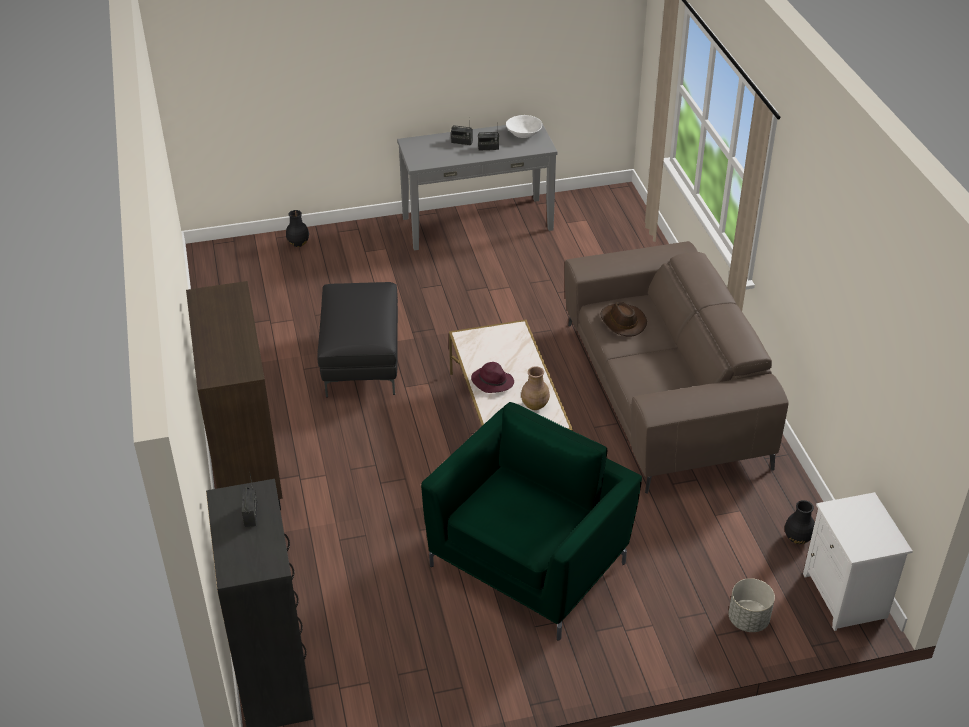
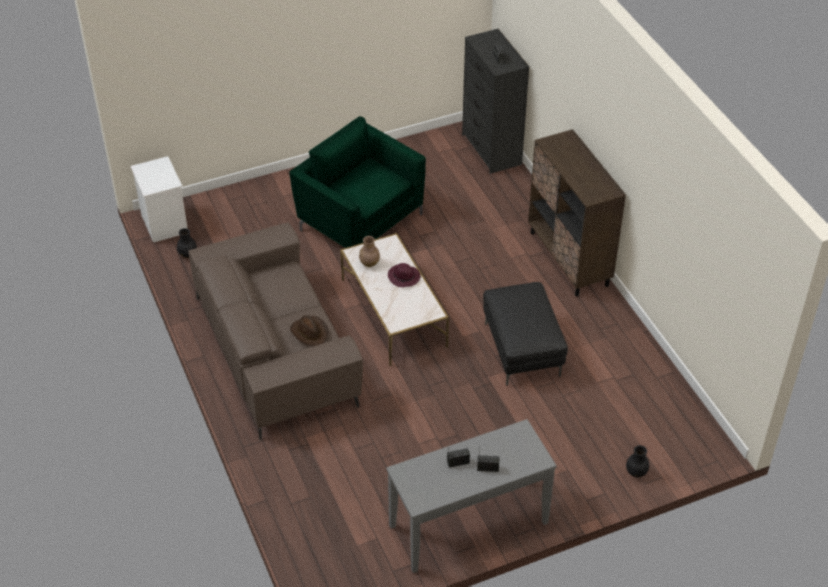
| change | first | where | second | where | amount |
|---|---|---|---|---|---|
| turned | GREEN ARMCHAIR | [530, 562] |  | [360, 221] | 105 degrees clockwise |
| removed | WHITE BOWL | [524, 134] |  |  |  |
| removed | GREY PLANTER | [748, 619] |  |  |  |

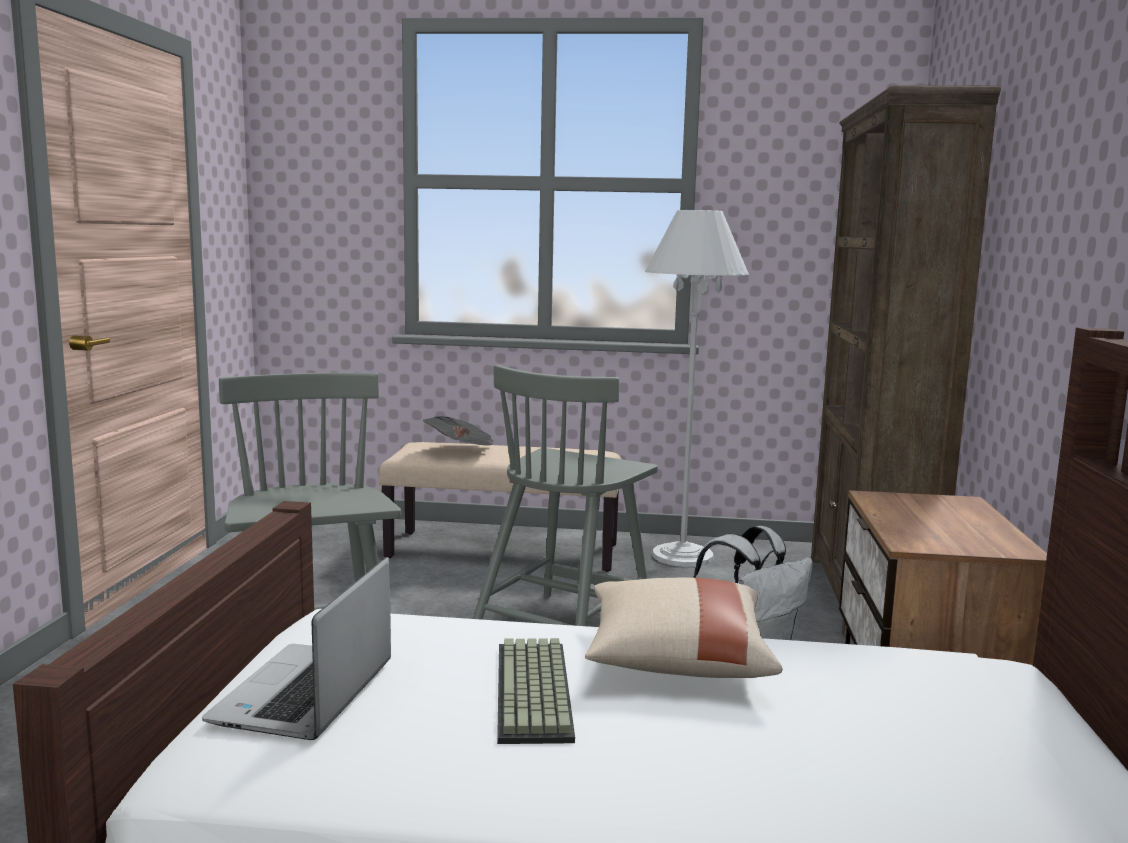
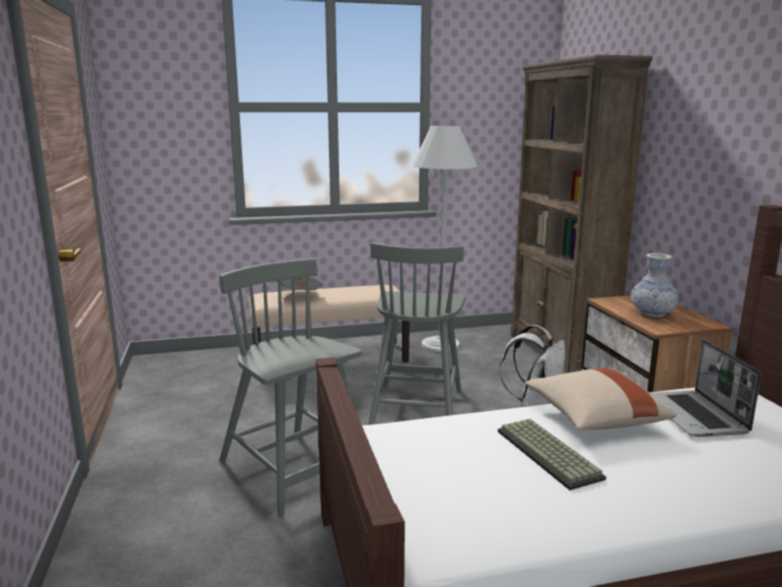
| change | first | where | second | where | amount |
|---|---|---|---|---|---|
| added |  |  | VASE | [652, 313] |  |
| moved | LAPTOP | [305, 695] |  | [695, 416] |  |

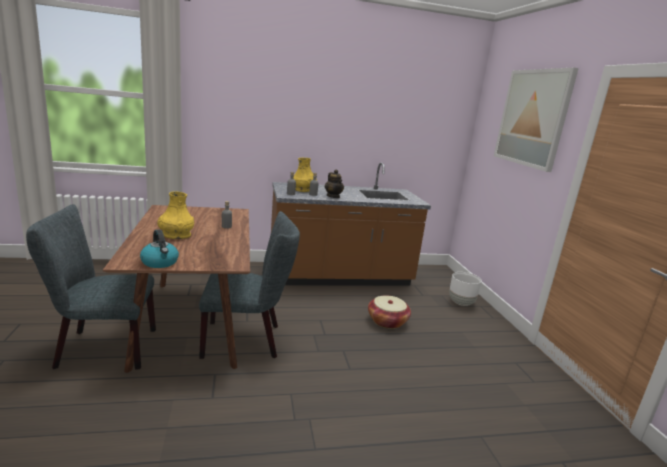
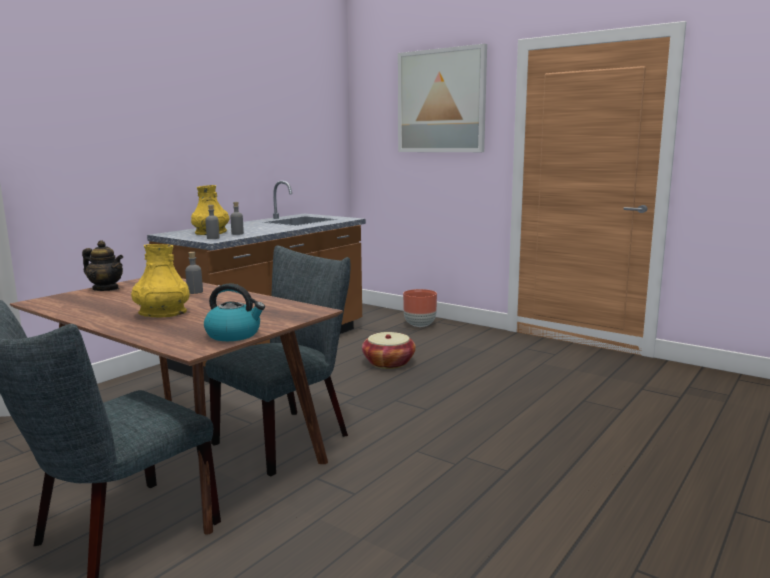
| change | first | where | second | where | amount |
|---|---|---|---|---|---|
| moved | TEAPOT | [333, 196] |  | [106, 289] |  |
| recoloured | WHITE PLANTER | [461, 303] | BROWN PLANTER | [420, 325] |  |

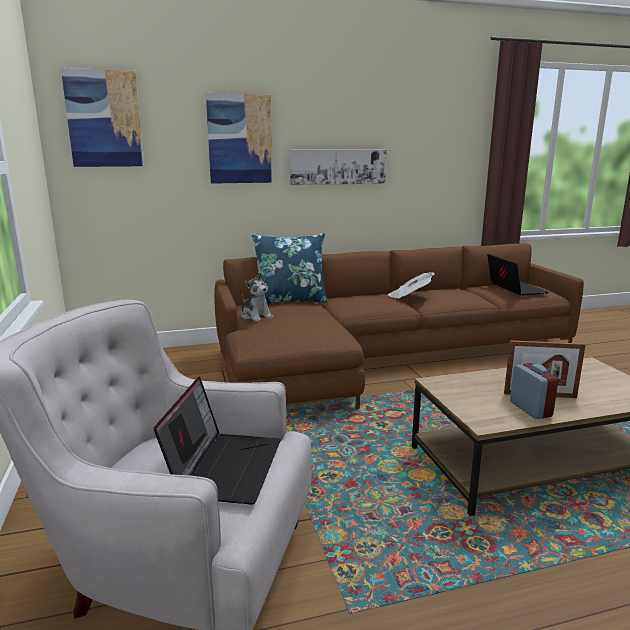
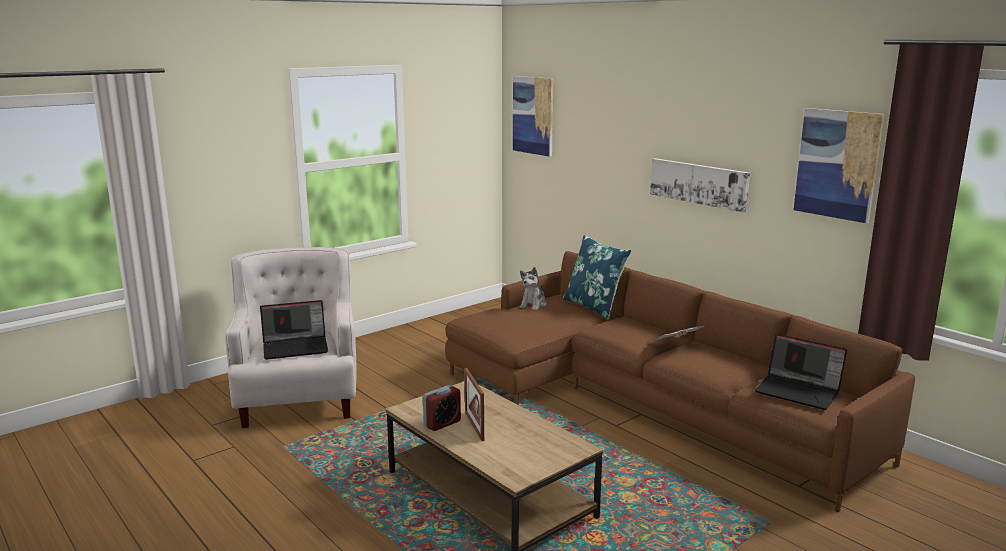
| change | first | where | second | where | amount |
|---|---|---|---|---|---|
| turned | LAPTOP | [514, 289] |  | [799, 391] | 75 degrees clockwise |
| moved | PICTURE | [240, 139] |  | [837, 164] |  |

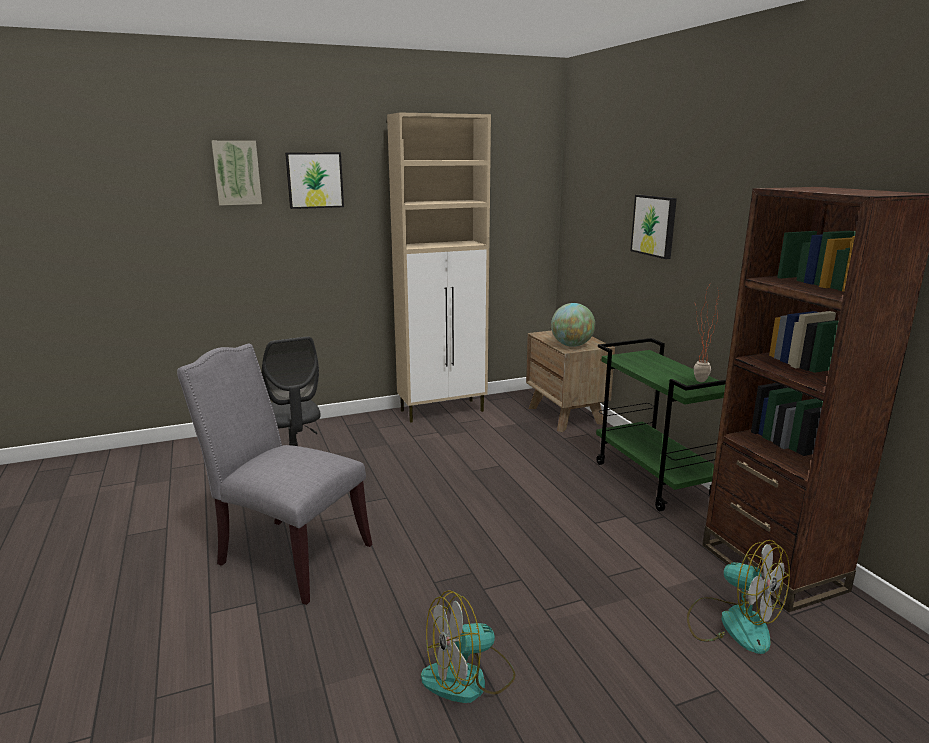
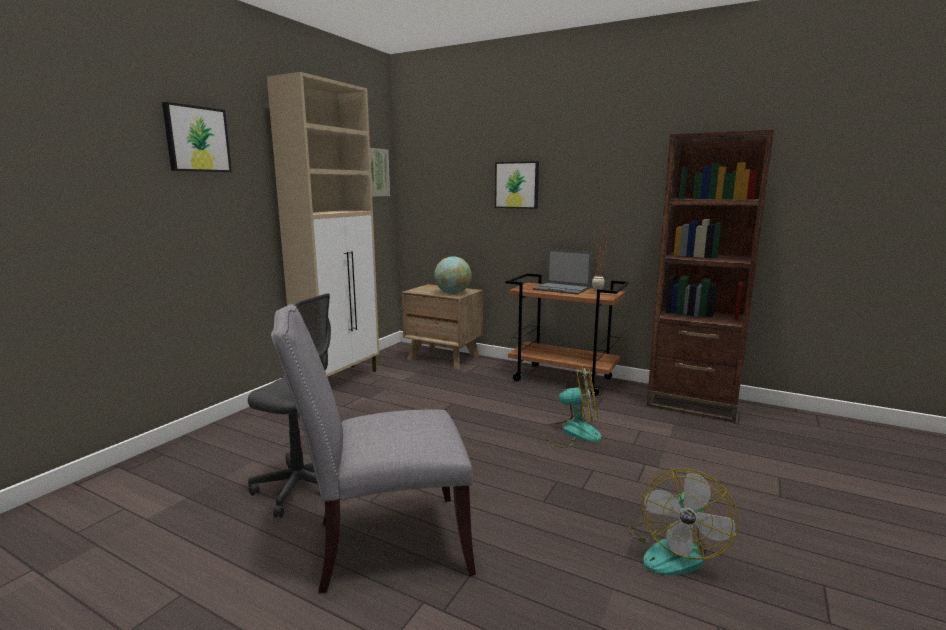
| change | first | where | second | where | amount |
|---|---|---|---|---|---|
| moved | PICTURE | [237, 173] |  | [376, 172] |  |
| recoloured | GREEN CART | [655, 480] | BROWN CART | [563, 379] |  |
| added |  |  | LAPTOP | [562, 289] |  |
| moved | FAN | [732, 623] |  | [571, 432] |  |

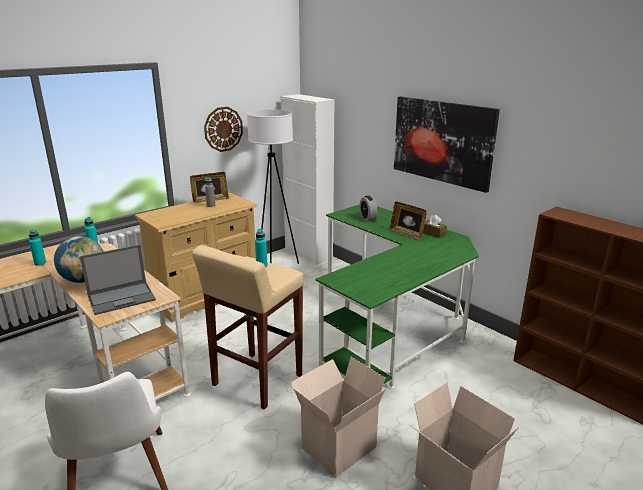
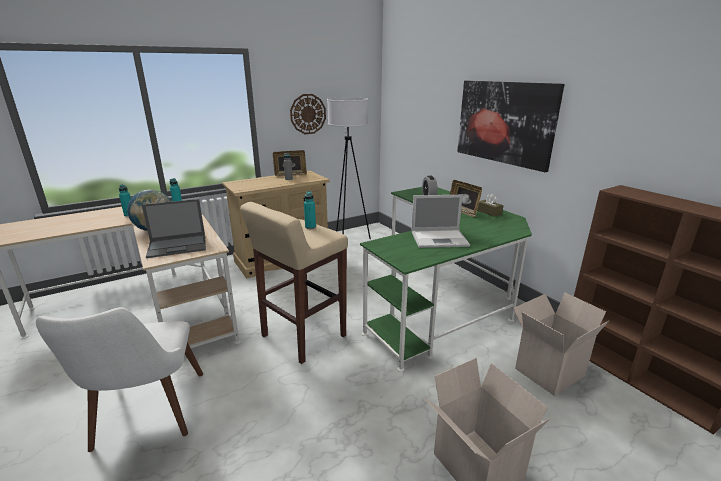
| change | first | where | second | where | amount |
|---|---|---|---|---|---|
| added |  |  | LAPTOP | [440, 239] |  |
| moved | CARDBOARD BOX | [338, 446] |  | [548, 370] |  |
| removed | WHITE CABINET | [308, 254] |  |  |  |

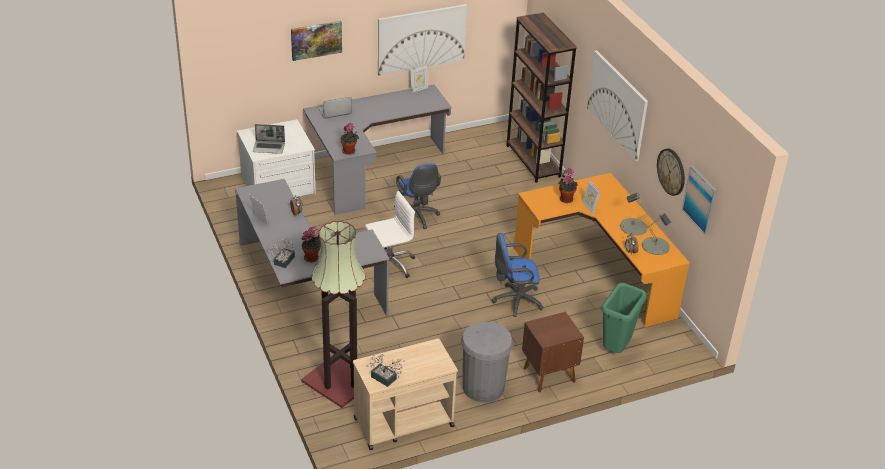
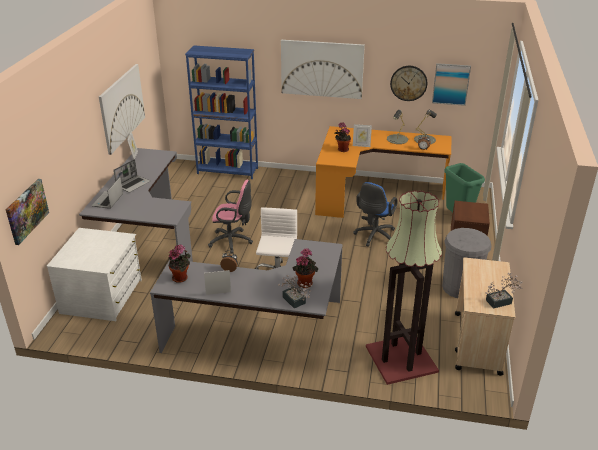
| change | first | where | second | where | amount |
|---|---|---|---|---|---|
| moved | PICTURE | [316, 40] |  | [26, 211] |  |
| moved | LAPTOP | [269, 147] |  | [133, 184] |  |
| moved | POTTED PLANT | [349, 151] |  | [181, 278] |  |
| recoloured | BROWN BOOKCASE | [533, 161] | BLUE BOOKCASE | [227, 171] |  |
| recoloured | BLUE OFFICE CHAIR | [417, 217] | PINK OFFICE CHAIR | [233, 241] |  |

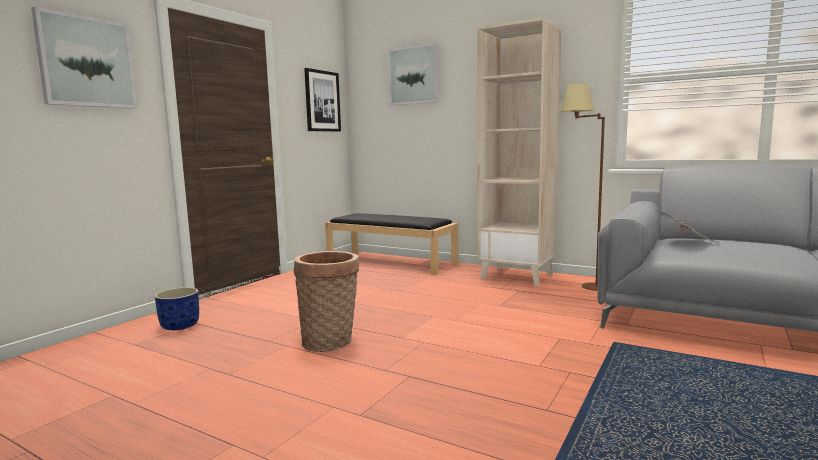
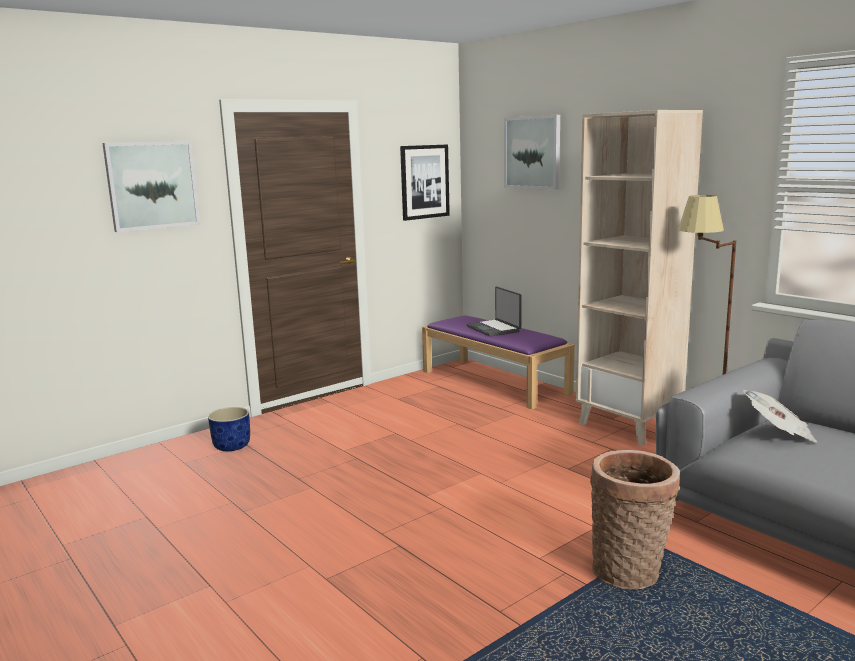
| change | first | where | second | where | amount |
|---|---|---|---|---|---|
| recoloured | BLACK BENCH | [392, 262] | PURPLE BENCH | [495, 382] |  |
| added |  |  | LAPTOP | [494, 329] |  |
| moved | BASKET | [330, 342] |  | [630, 572] |  |

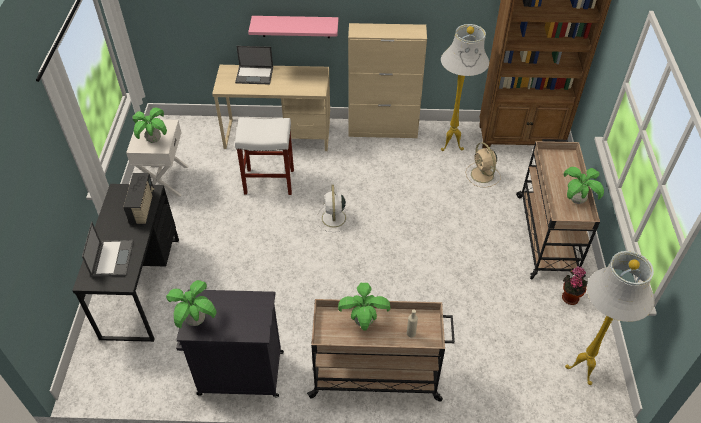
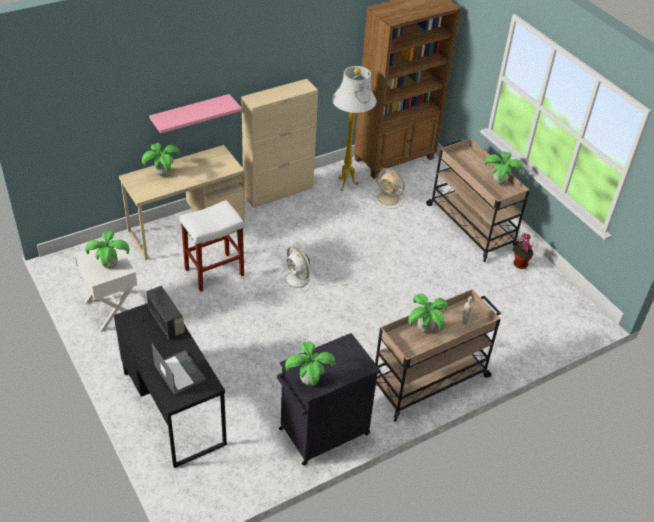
| change | first | where | second | where | amount |
|---|---|---|---|---|---|
| replaced | LAPTOP | [255, 75] | POTTED PLANT | [162, 174] |  |
| removed | WHITE FLOOR LAMP | [580, 371] |  |  |  |

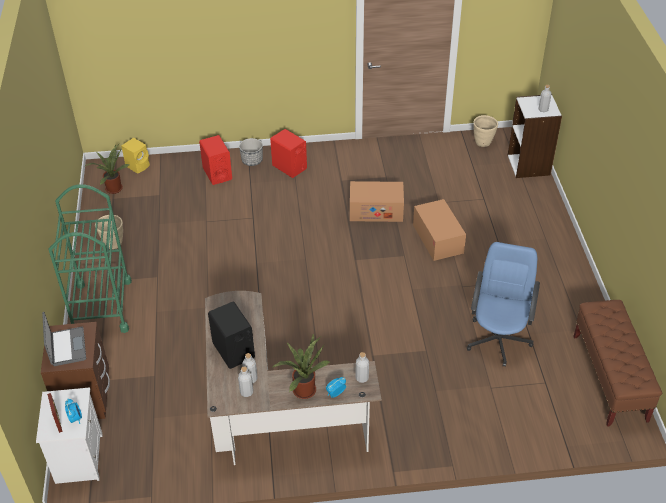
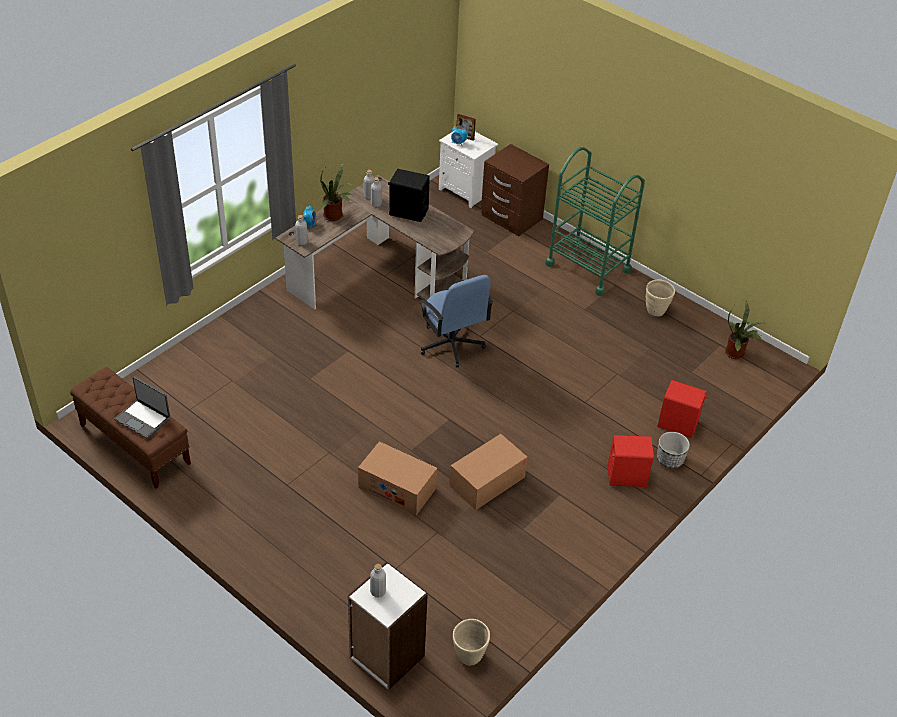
| change | first | where | second | where | amount |
|---|---|---|---|---|---|
| moved | LAPTOP | [66, 347] |  | [143, 419] |  |
| moved | BLUE OFFICE CHAIR | [498, 339] |  | [451, 345] |  |
| removed | YELLOW SPEAKER | [138, 166] |  |  |  |

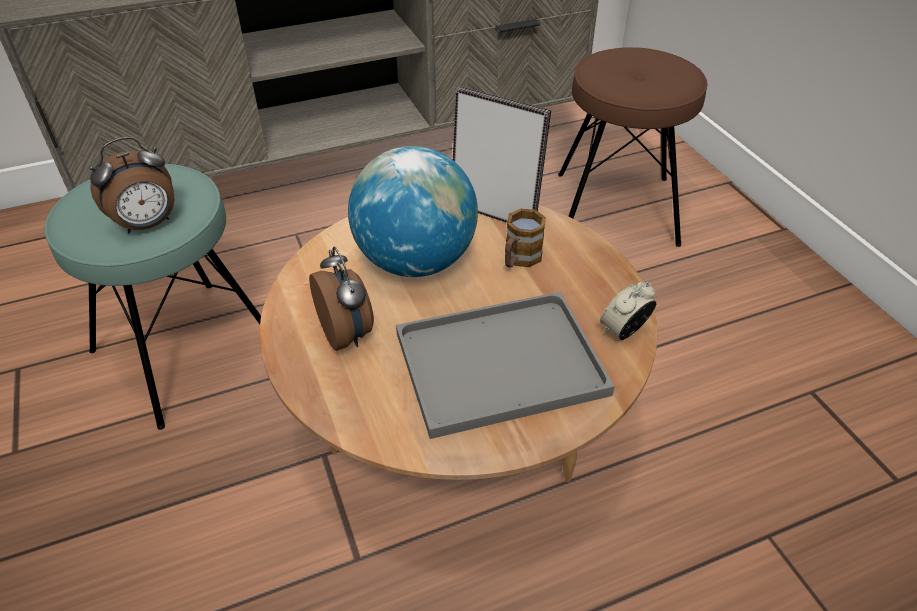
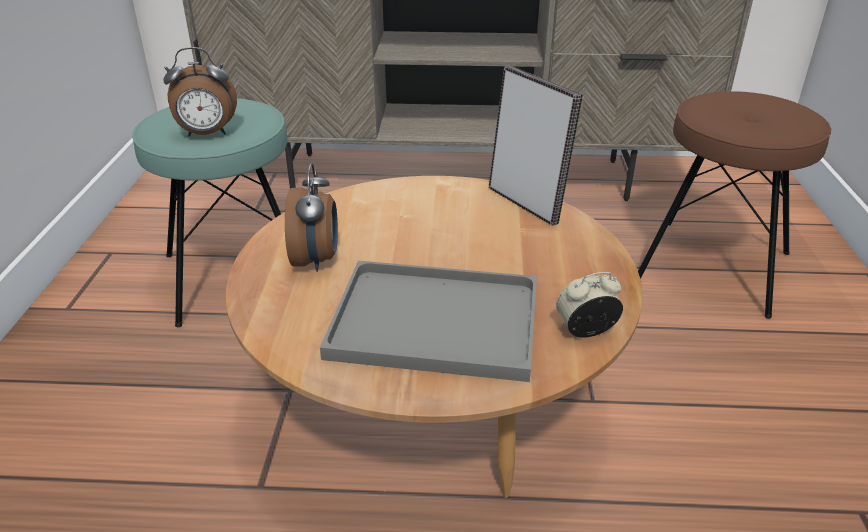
| change | first | where | second | where | amount |
|---|---|---|---|---|---|
| removed | GLOBE | [415, 261] |  |  |  |
| removed | MUG | [519, 259] |  |  |  |

